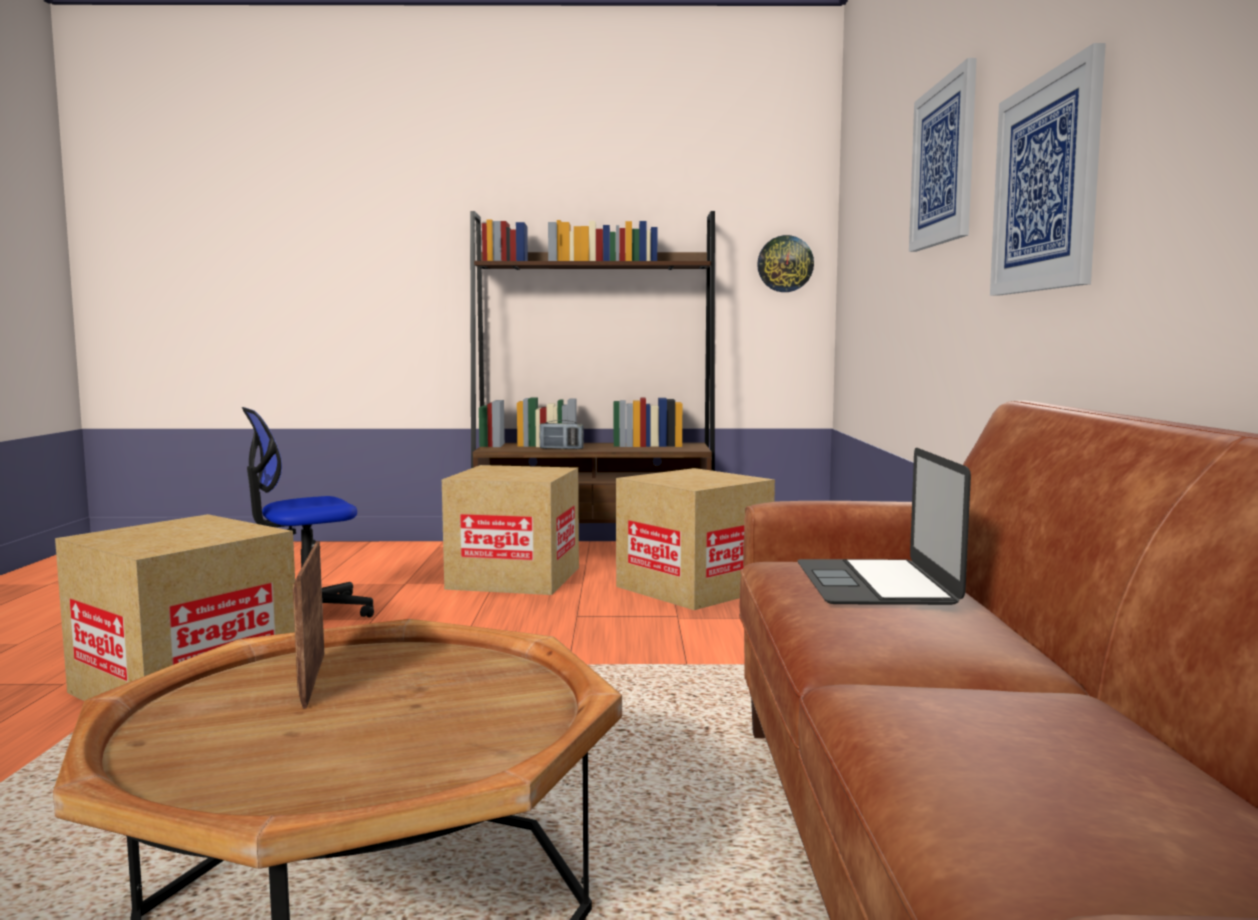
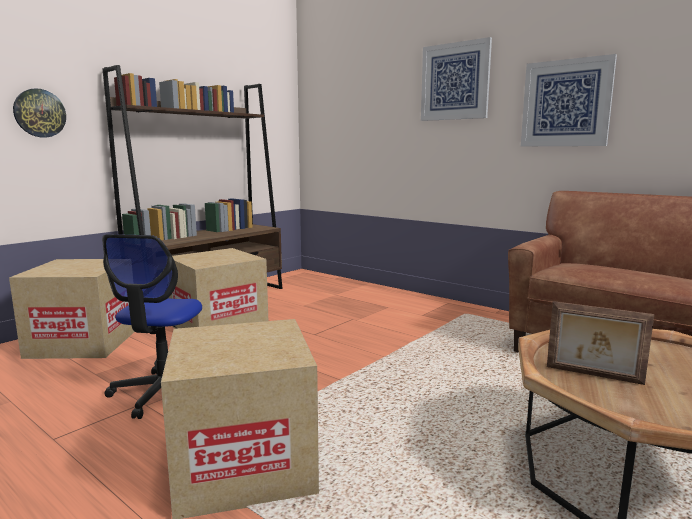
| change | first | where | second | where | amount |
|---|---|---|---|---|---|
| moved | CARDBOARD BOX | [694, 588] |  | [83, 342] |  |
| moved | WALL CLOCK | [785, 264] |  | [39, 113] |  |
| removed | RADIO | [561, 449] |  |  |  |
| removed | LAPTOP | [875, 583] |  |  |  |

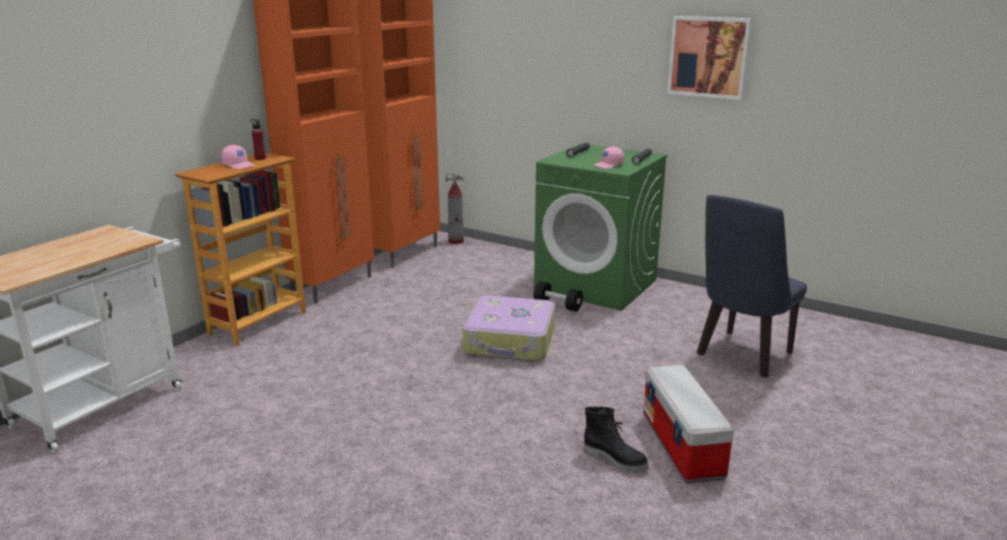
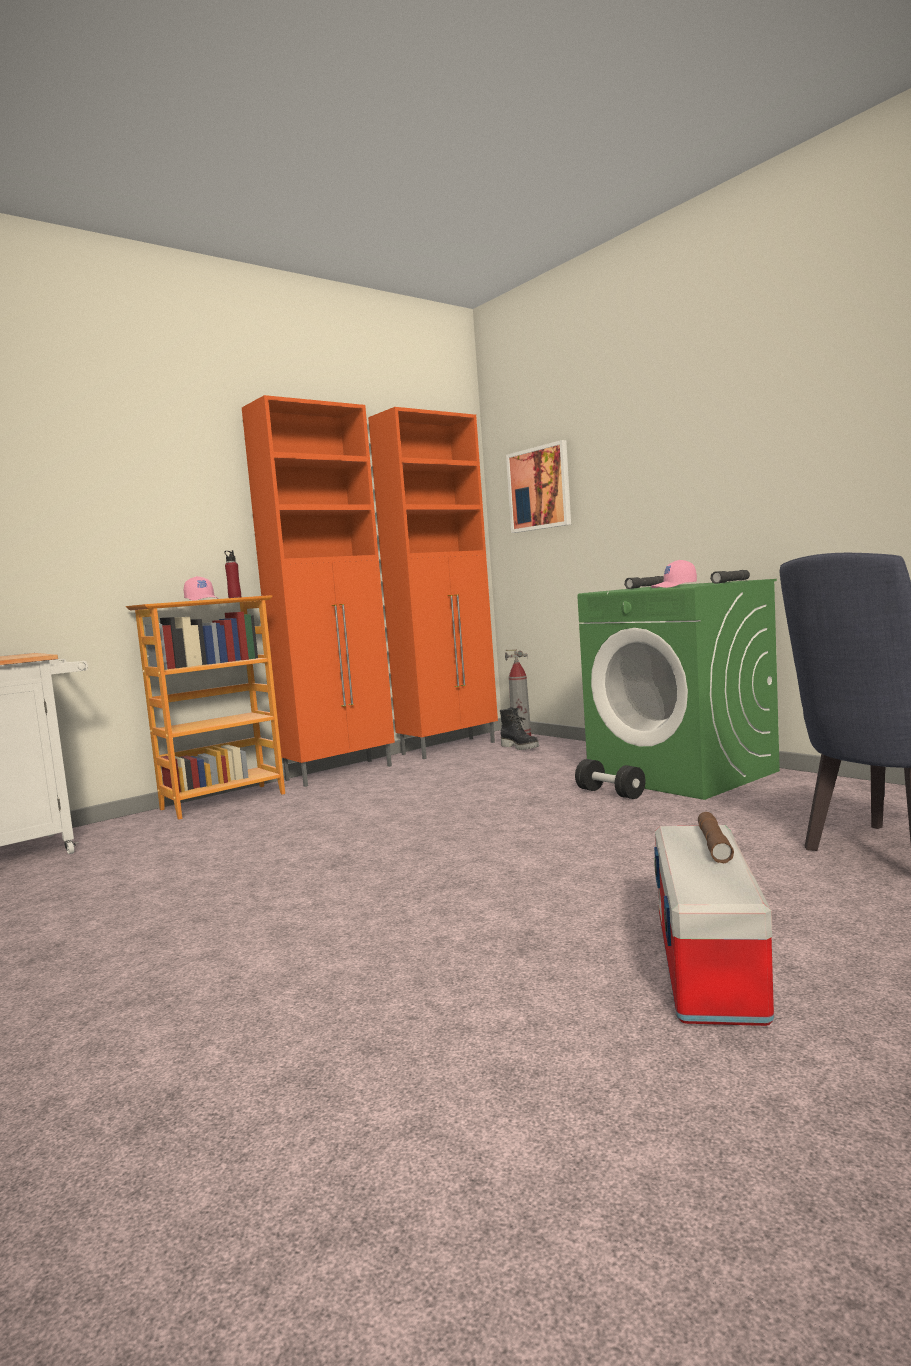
| change | first | where | second | where | amount |
|---|---|---|---|---|---|
| moved | BLACK BOOT | [615, 459] |  | [520, 747] |  |
| moved | PICTURE | [708, 57] |  | [539, 488] |  |
| added |  |  | BROWN FLASHLIGHT | [714, 845] |  |
| removed | SUITCASE | [510, 342] |  |  |  |

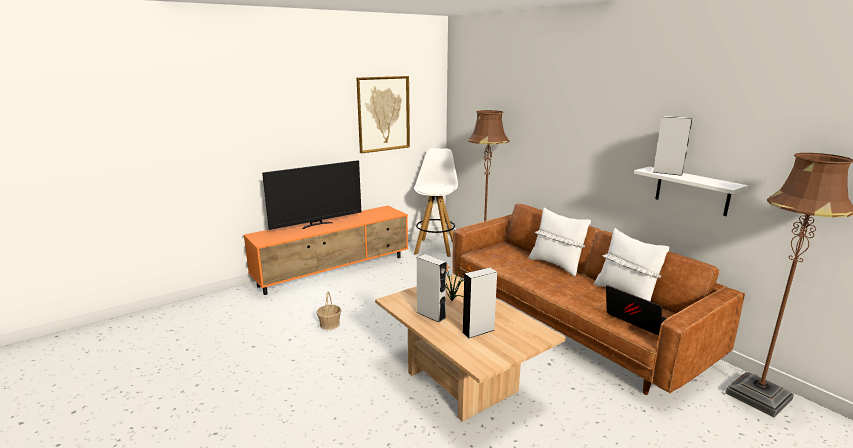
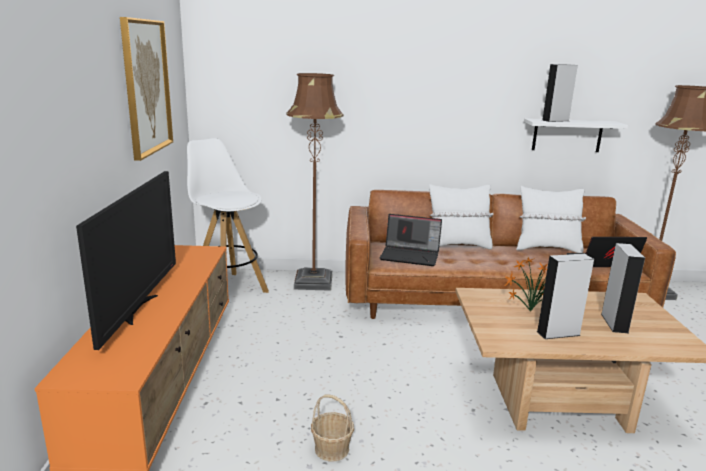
| change | first | where | second | where | amount |
|---|---|---|---|---|---|
| added |  |  | LAPTOP | [410, 255] |  |

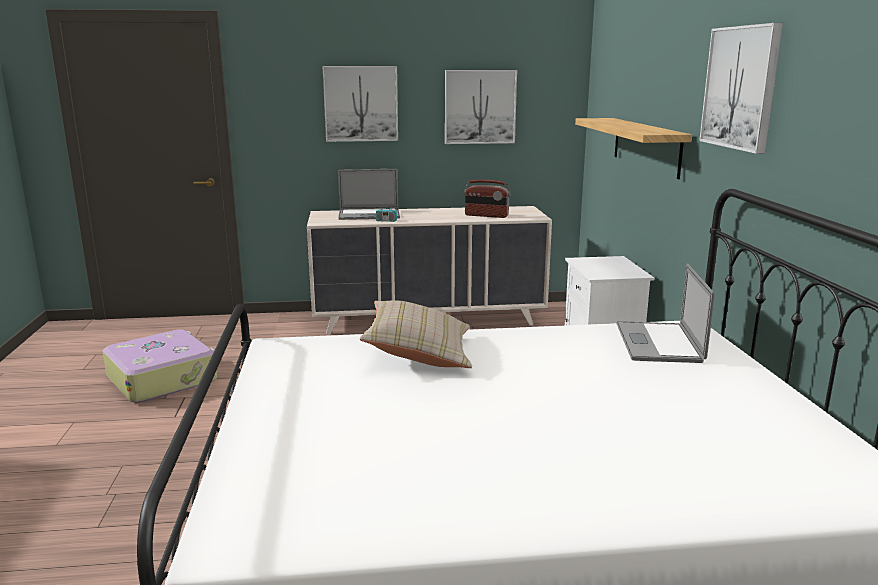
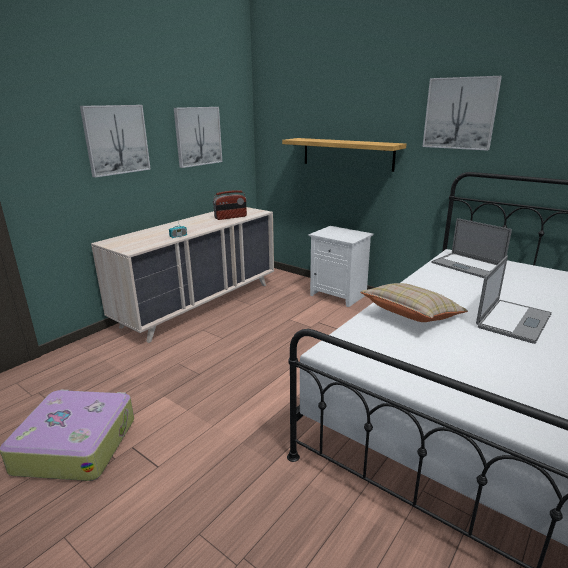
| change | first | where | second | where | amount |
|---|---|---|---|---|---|
| moved | LAPTOP | [369, 215] |  | [513, 320] |  |

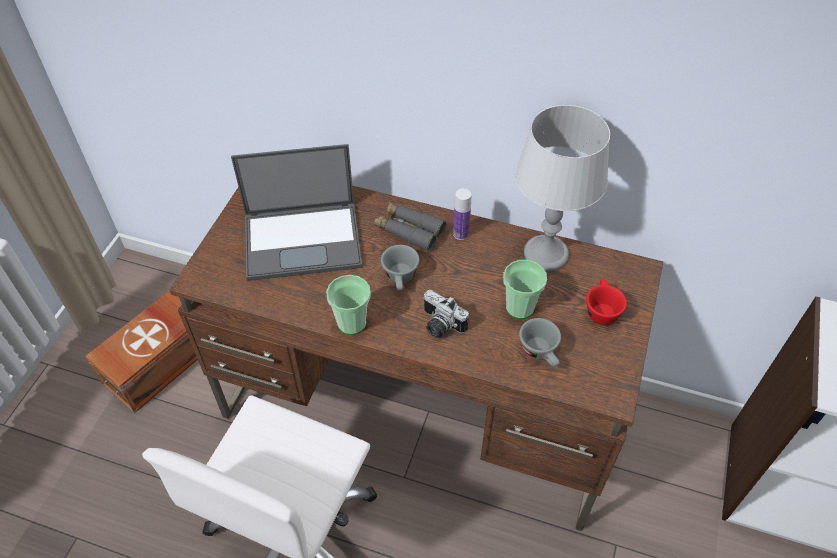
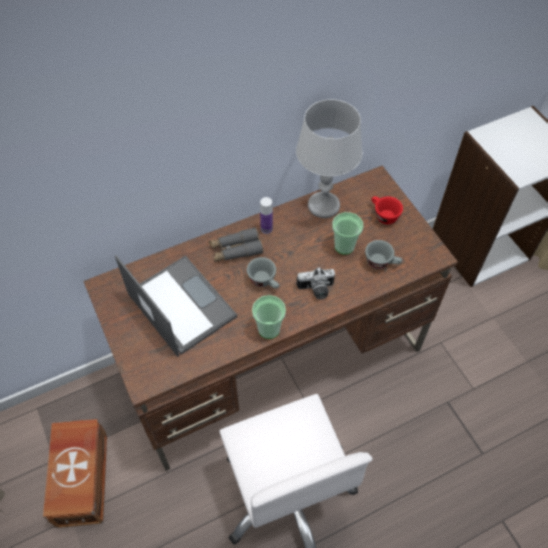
| change | first | where | second | where | amount |
|---|---|---|---|---|---|
| turned | LAPTOP | [304, 240] |  | [180, 304] | 75 degrees counterclockwise |

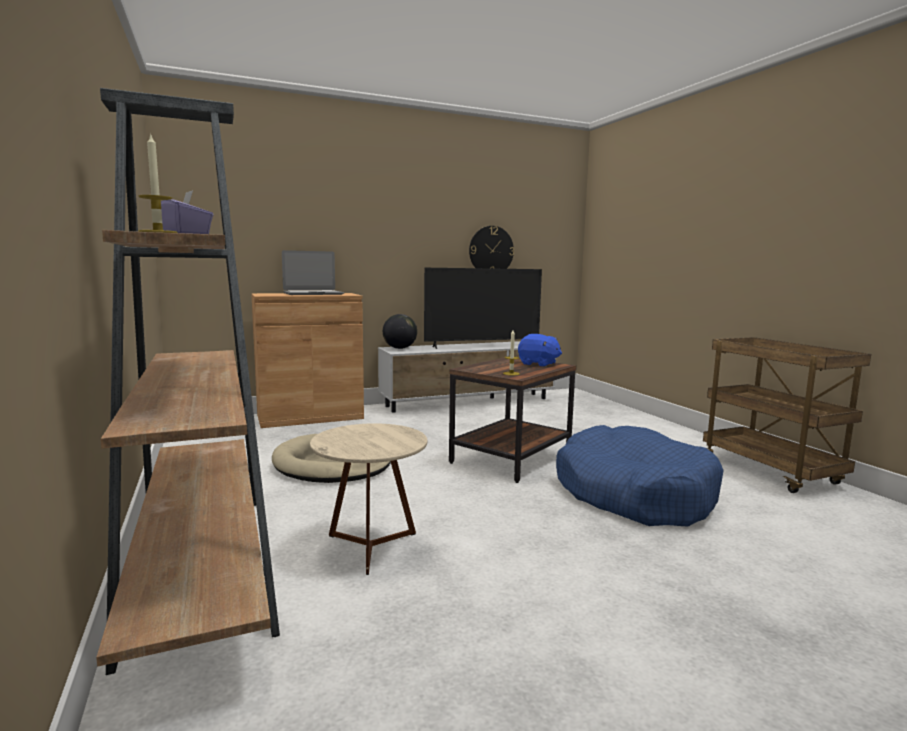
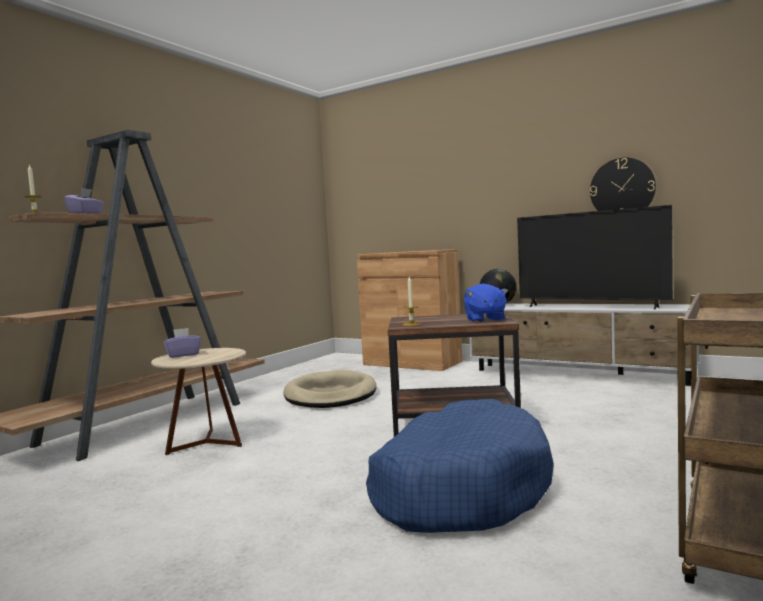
| change | first | where | second | where | amount |
|---|---|---|---|---|---|
| added |  |  | PURPLE TISSUE BOX | [183, 355] |  |
| removed | LAPTOP | [313, 294] |  |  |  |

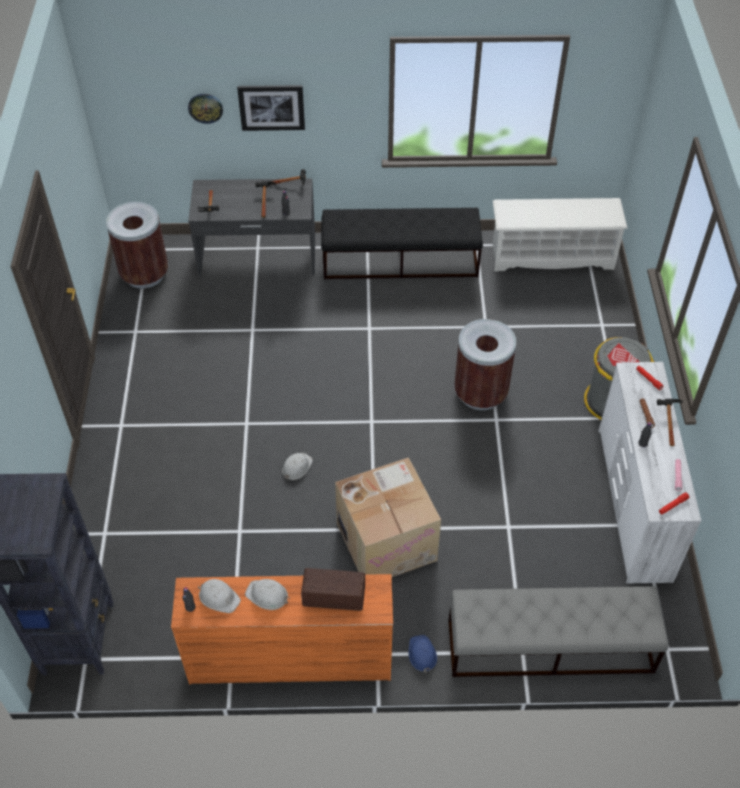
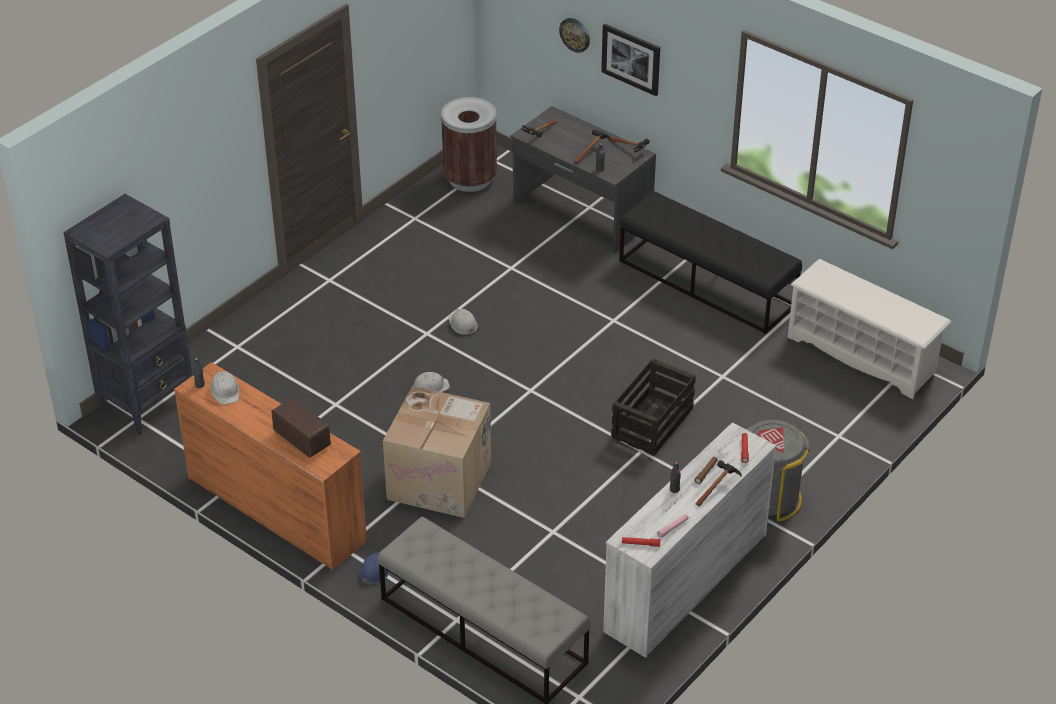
| change | first | where | second | where | amount |
|---|---|---|---|---|---|
| moved | WHITE HARD HAT | [267, 595] |  | [462, 324] |  |
| replaced | BROWN TRASH CAN | [481, 393] | CRATE | [652, 424] |  |

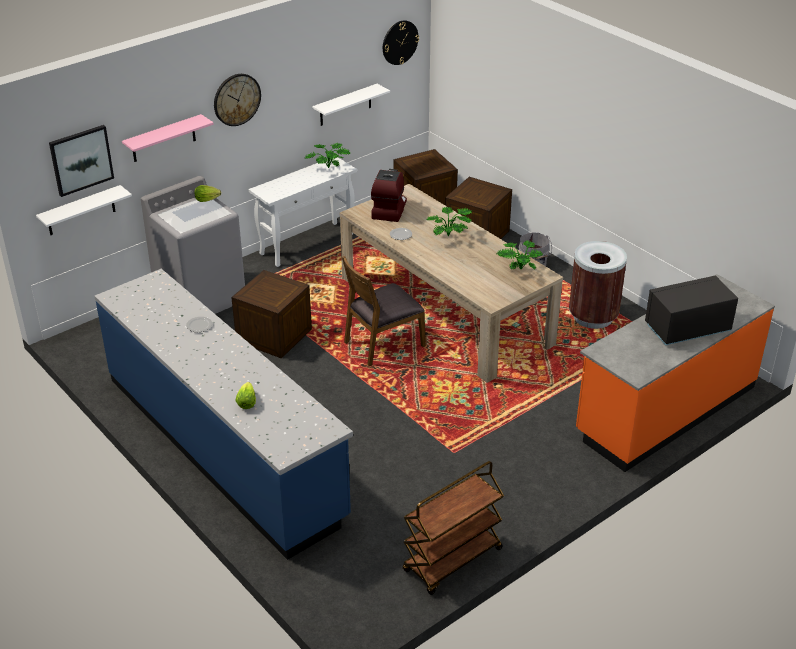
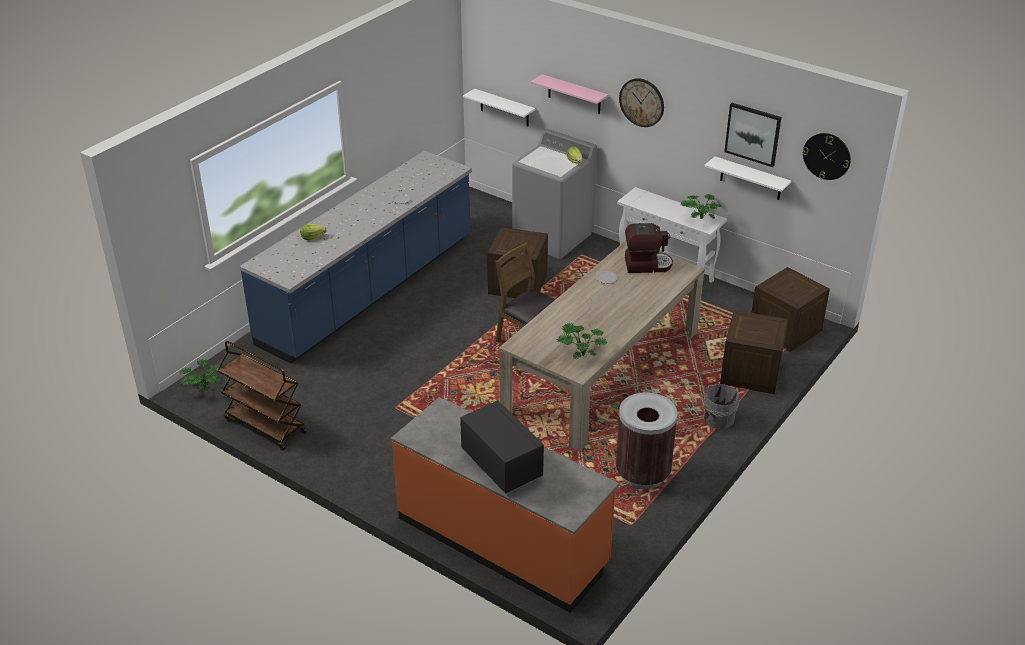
| change | first | where | second | where | amount |
|---|---|---|---|---|---|
| moved | POTTED PLANT | [450, 236] |  | [203, 389] |  |
| moved | PICTURE | [81, 160] |  | [753, 134] |  |

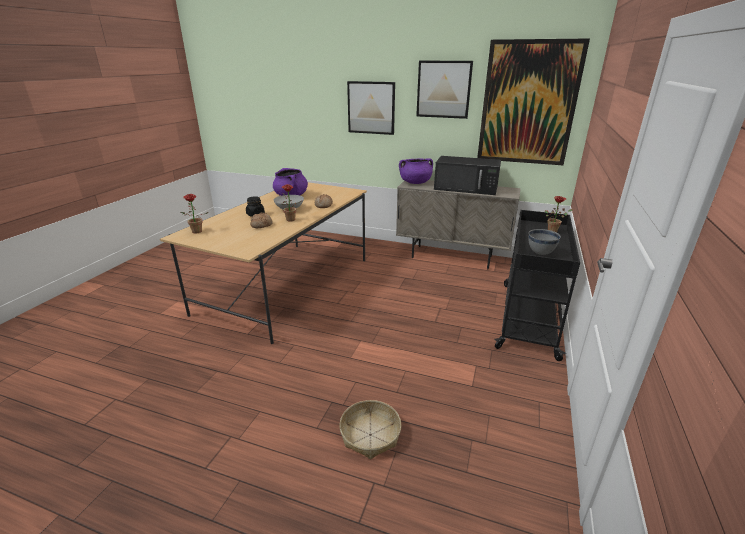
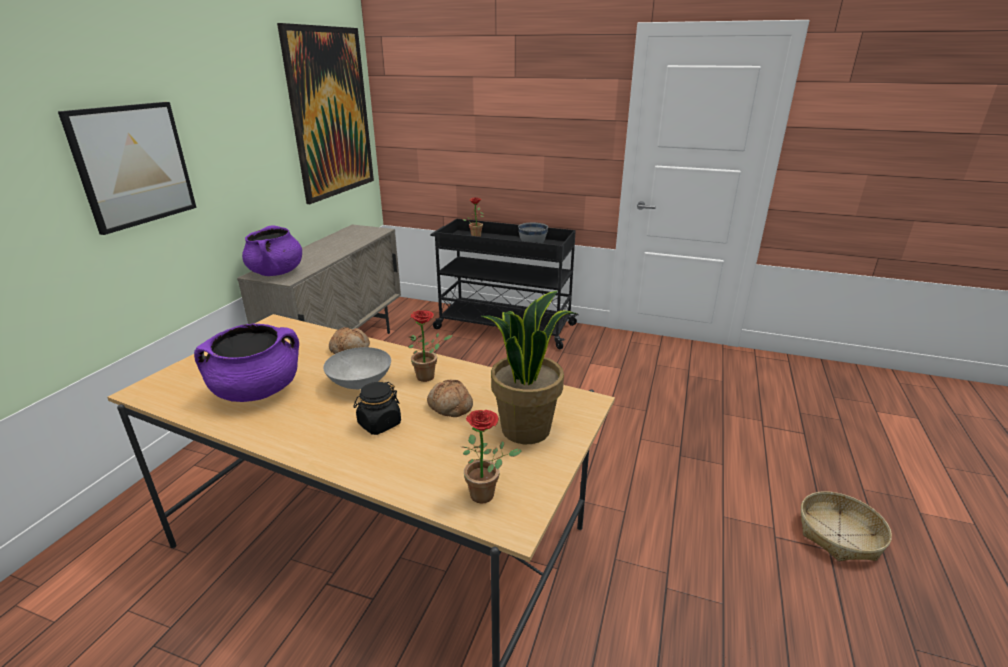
| change | first | where | second | where | amount |
|---|---|---|---|---|---|
| added |  |  | POTTED PLANT | [525, 428] |  |
| moved | BASKET | [370, 435] |  | [839, 535] |  |
| removed | PICTURE | [443, 89] |  |  |  |
| removed | BLACK MICROWAVE | [467, 188] |  |  |  |

